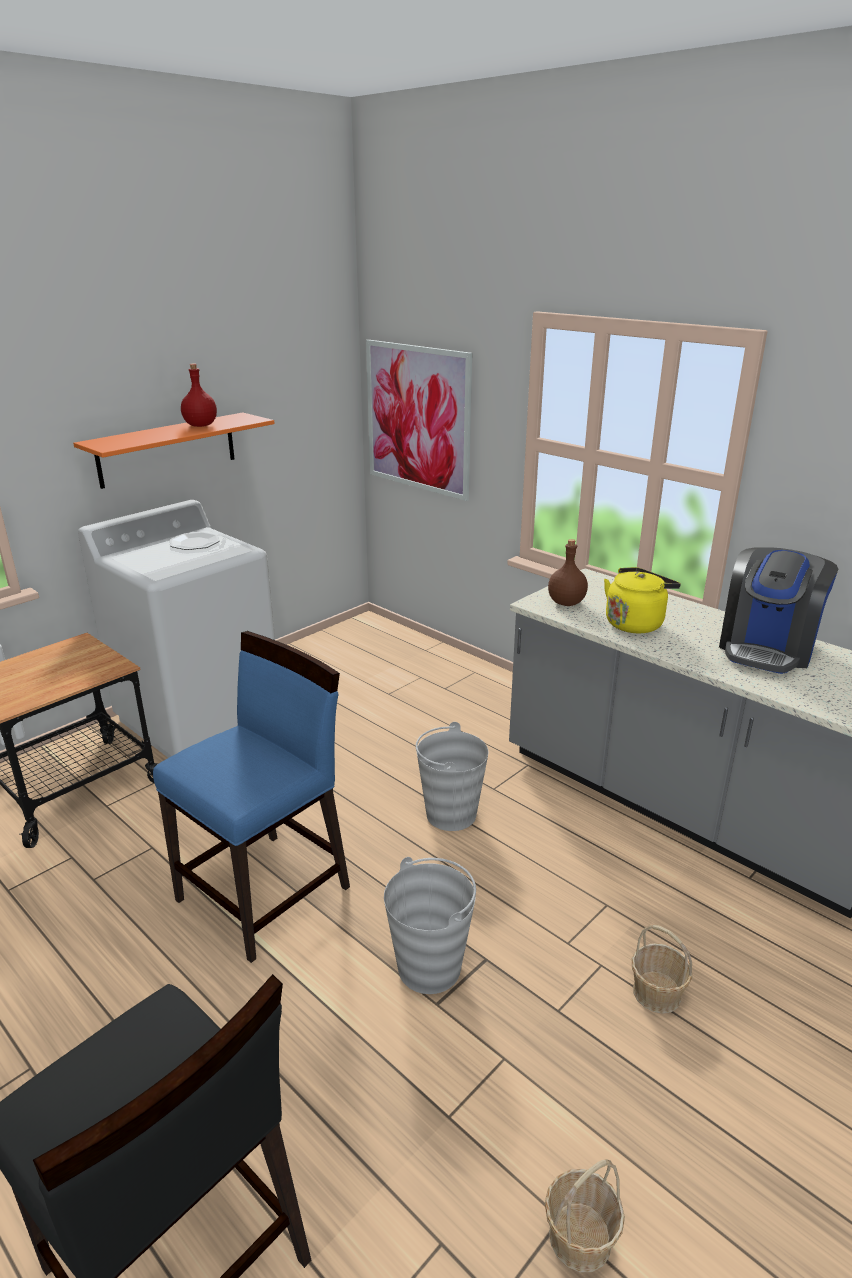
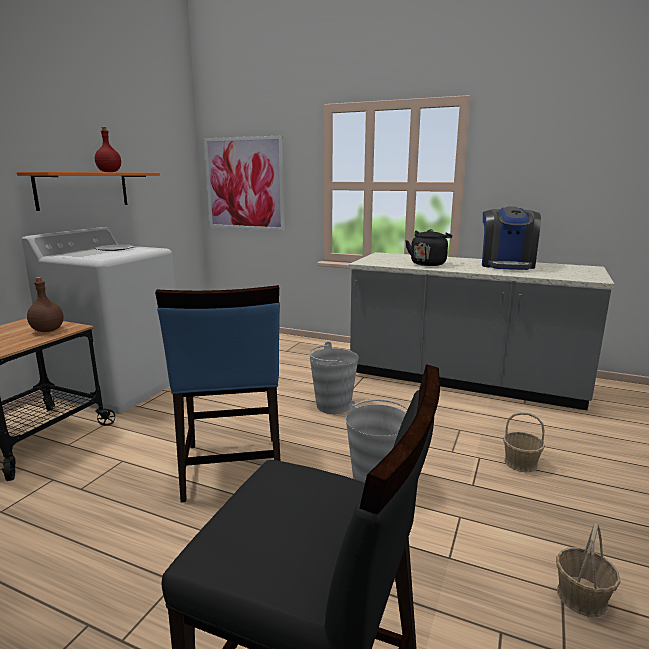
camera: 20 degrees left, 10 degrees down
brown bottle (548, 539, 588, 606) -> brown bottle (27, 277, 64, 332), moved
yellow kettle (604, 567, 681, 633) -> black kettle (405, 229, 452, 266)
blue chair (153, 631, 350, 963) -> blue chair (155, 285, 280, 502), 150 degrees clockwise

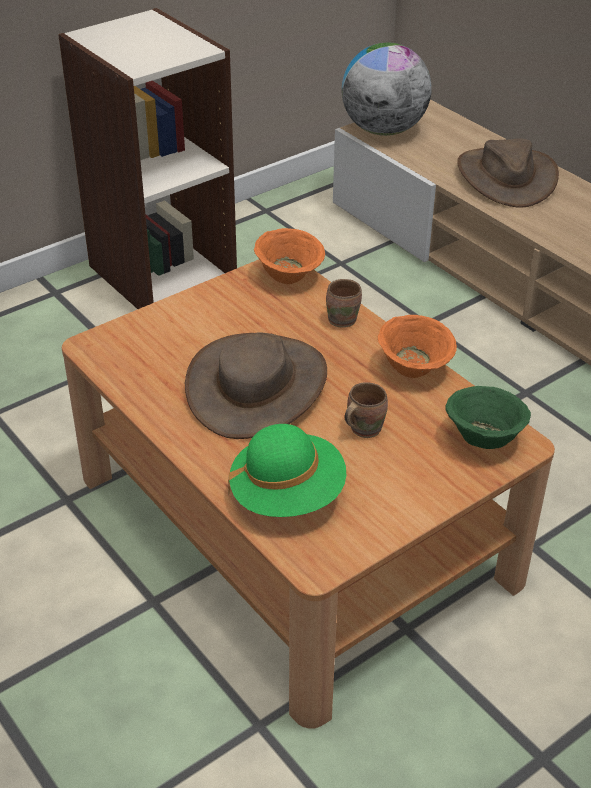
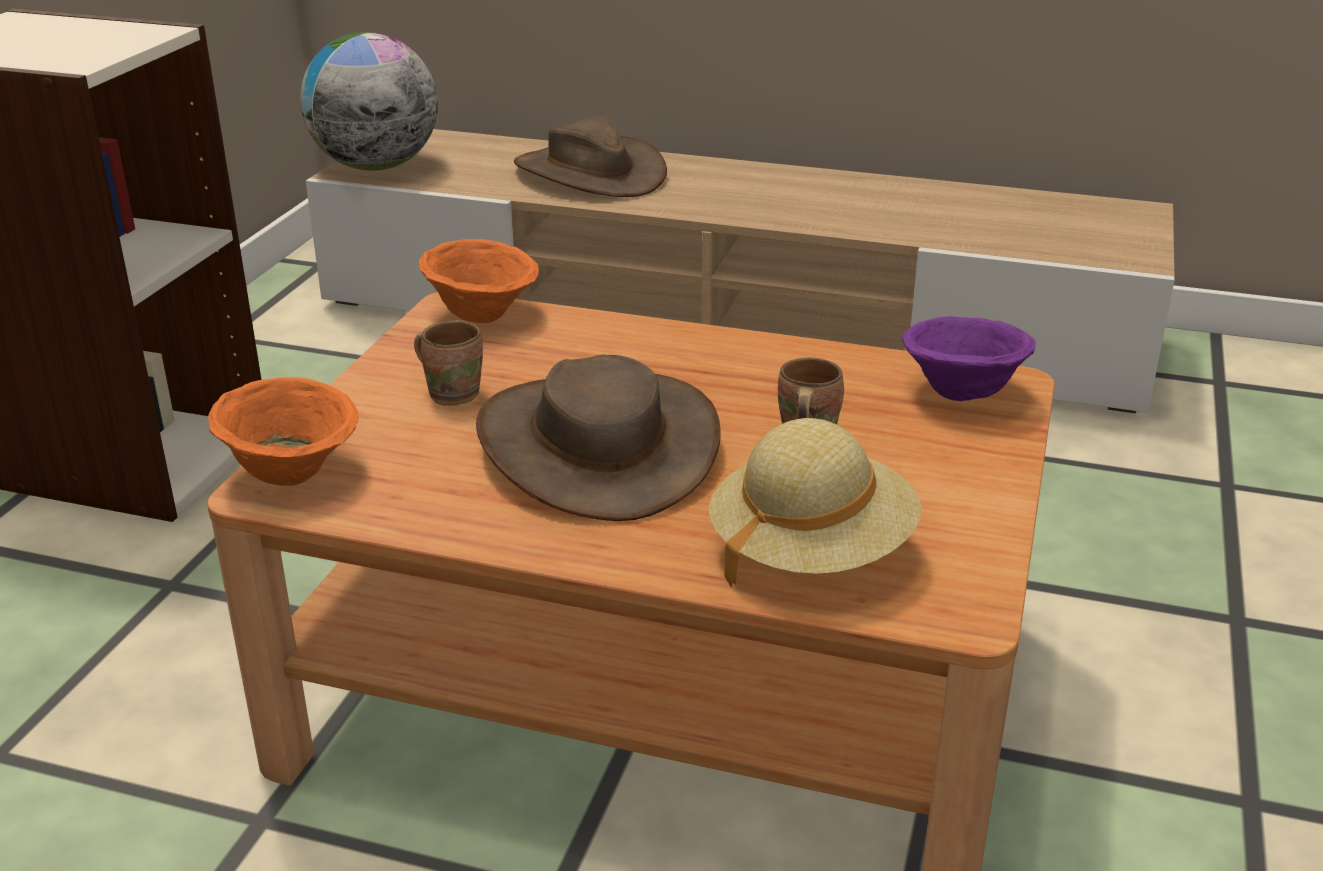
camera: 35 degrees left, 10 degrees down
brown mug (326, 279, 362, 328) -> brown mug (414, 320, 483, 406), moved
orange bowl (378, 315, 457, 378) -> orange bowl (208, 377, 359, 486), moved
green bowl (446, 386, 531, 449) -> purple bowl (902, 316, 1036, 401)
green hat (228, 424, 346, 517) -> beige hat (708, 418, 921, 588)

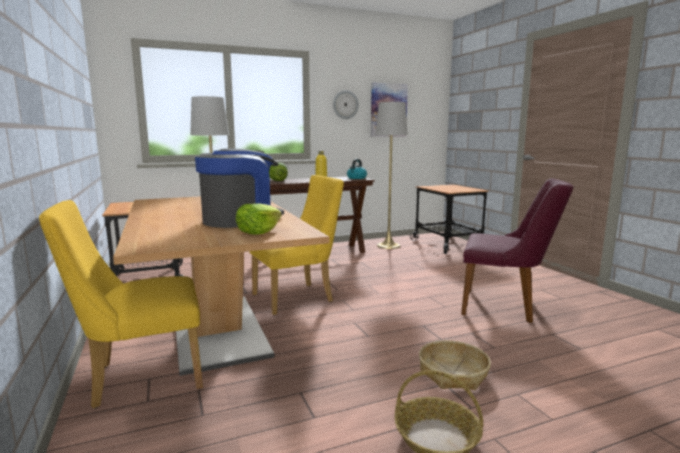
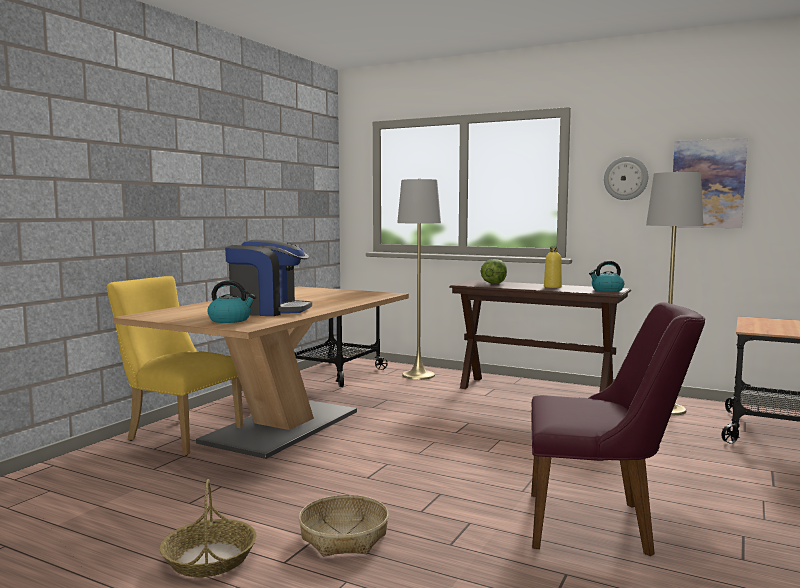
camera: 50 degrees right, 5 degrees down
yellow chair (249, 175, 344, 315) -> none
purple chair (461, 178, 574, 323) -> purple chair (531, 302, 705, 556), 60 degrees counterclockwise
lettuce (236, 203, 282, 235) -> kettle (207, 280, 256, 323)

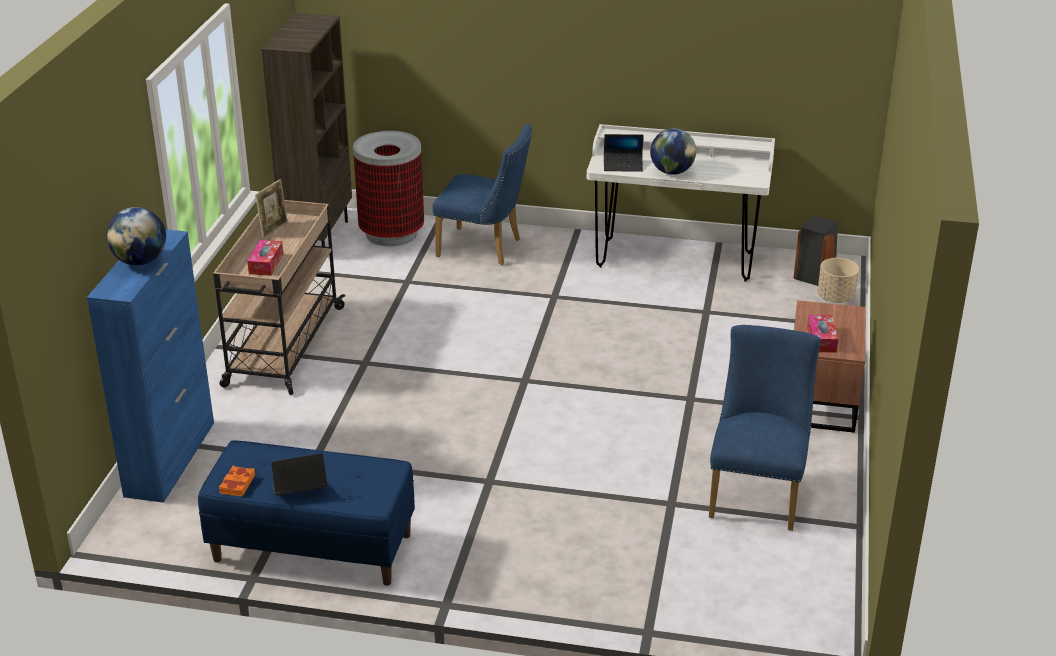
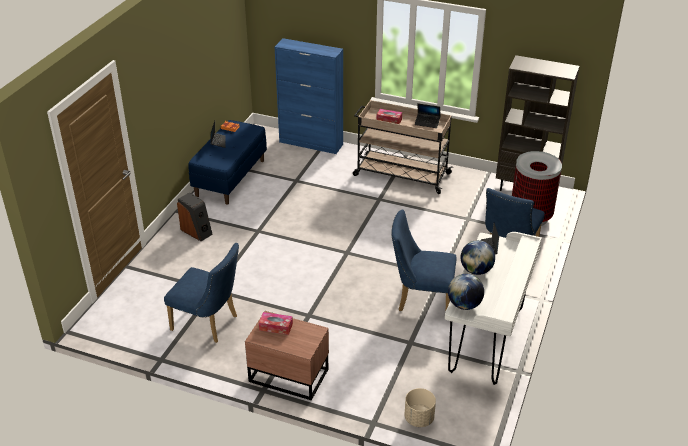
camera: 100 degrees right, 5 degrees up
picture frame (255, 179, 288, 239) -> laptop (415, 103, 440, 128)
globe (106, 207, 166, 265) -> globe (448, 274, 484, 310), moved
speaker (793, 215, 838, 286) -> speaker (177, 192, 213, 241), moved
none -> blue chair (391, 209, 457, 311)

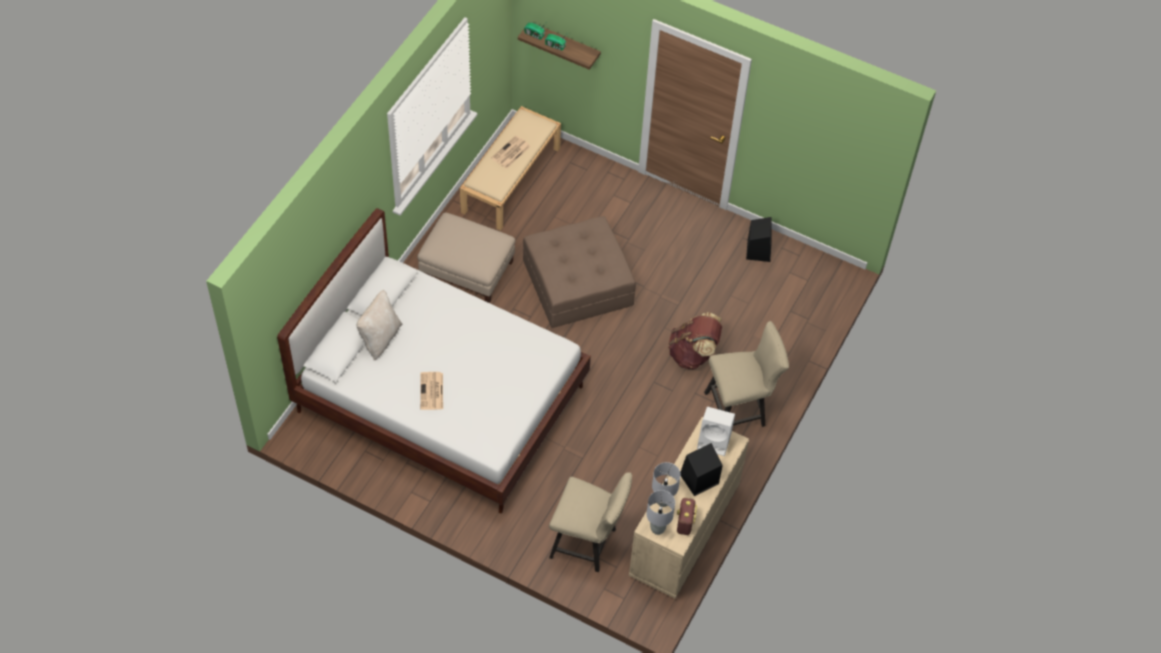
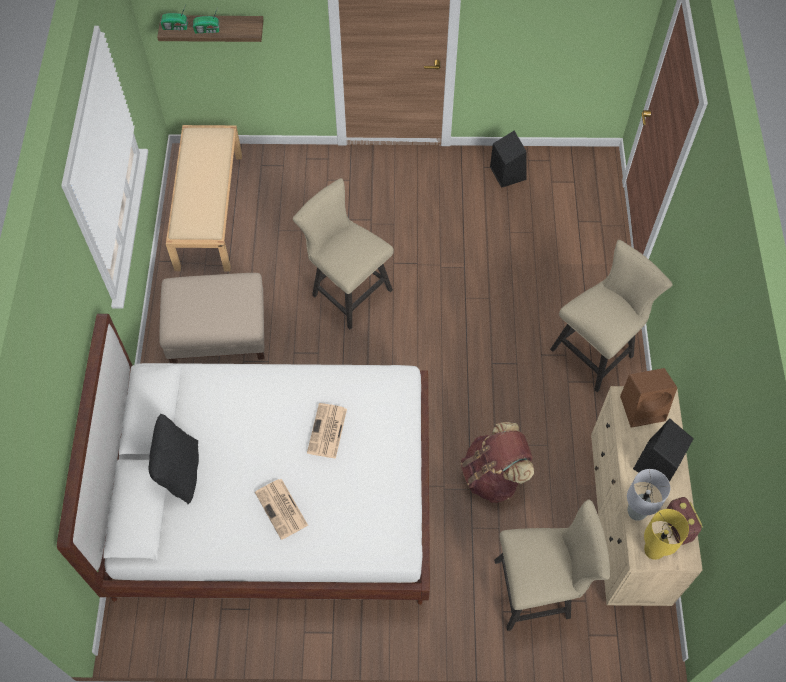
camera: 25 degrees left, 5 degrees up
newspaper (491, 135, 531, 169) -> newspaper (307, 403, 347, 459), moved
brown ottoman (523, 216, 636, 328) -> beige chair (293, 178, 394, 329)
beige pillow (357, 290, 403, 360) -> black pillow (149, 414, 199, 504)
brown backpack (668, 312, 722, 369) -> brown backpack (461, 422, 534, 503), moved
white speaker (697, 407, 735, 456) -> brown speaker (620, 368, 677, 428)
grey table lamp (646, 490, 675, 535) -> yellow table lamp (644, 509, 689, 560)

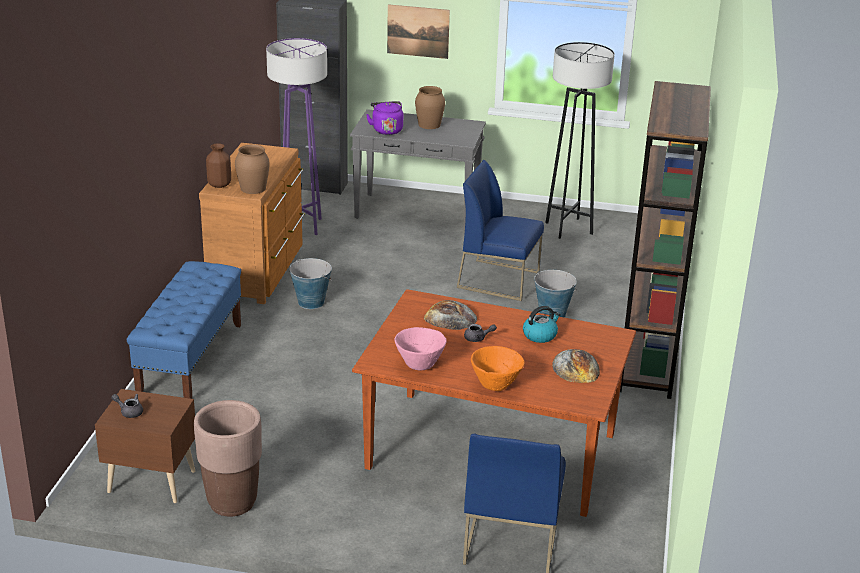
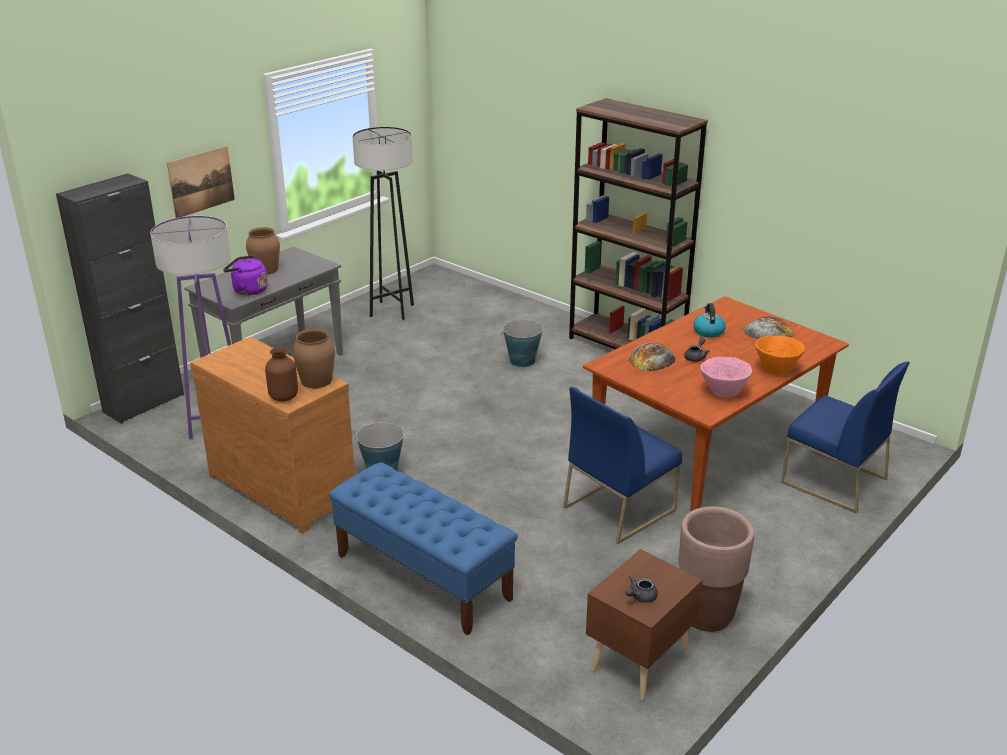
camera: 60 degrees left, 0 degrees up
blue chair (457, 160, 544, 301) -> blue chair (563, 387, 682, 544), moved

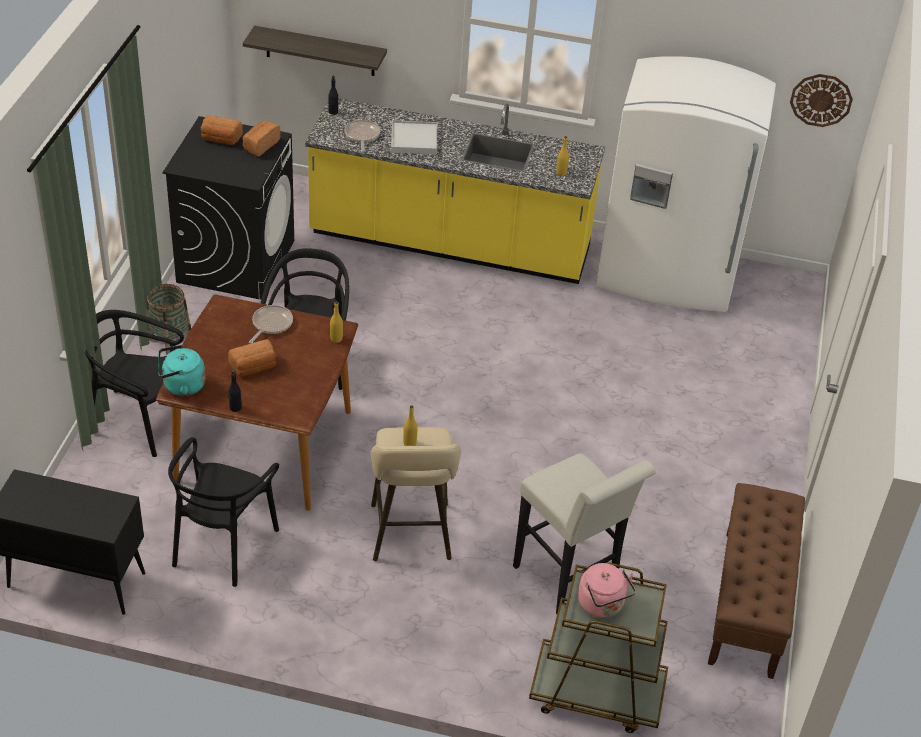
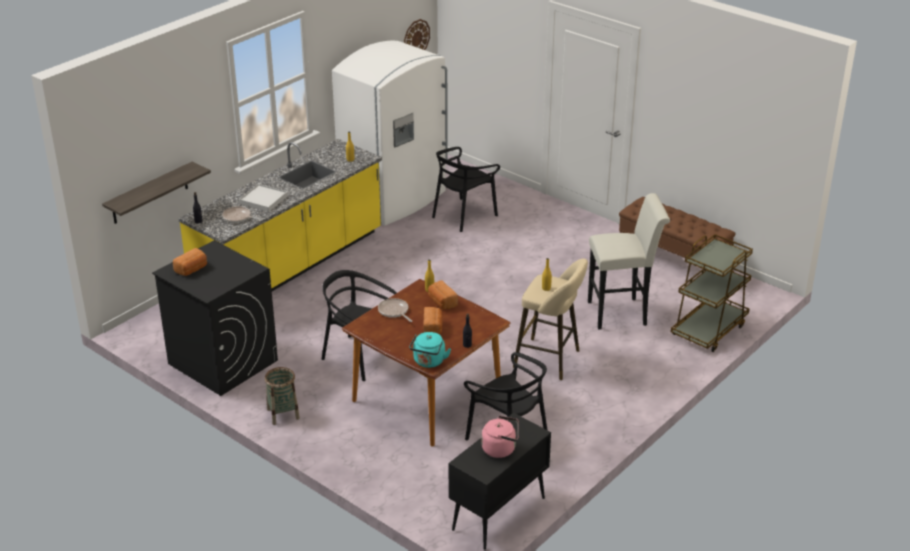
camera: 60 degrees left, 10 degrees down
bread (242, 121, 281, 157) -> bread (428, 280, 458, 309), moved
black chair (85, 310, 184, 457) -> black chair (432, 147, 500, 232), moved
pink kettle (578, 563, 636, 618) -> pink kettle (482, 416, 519, 458), moved

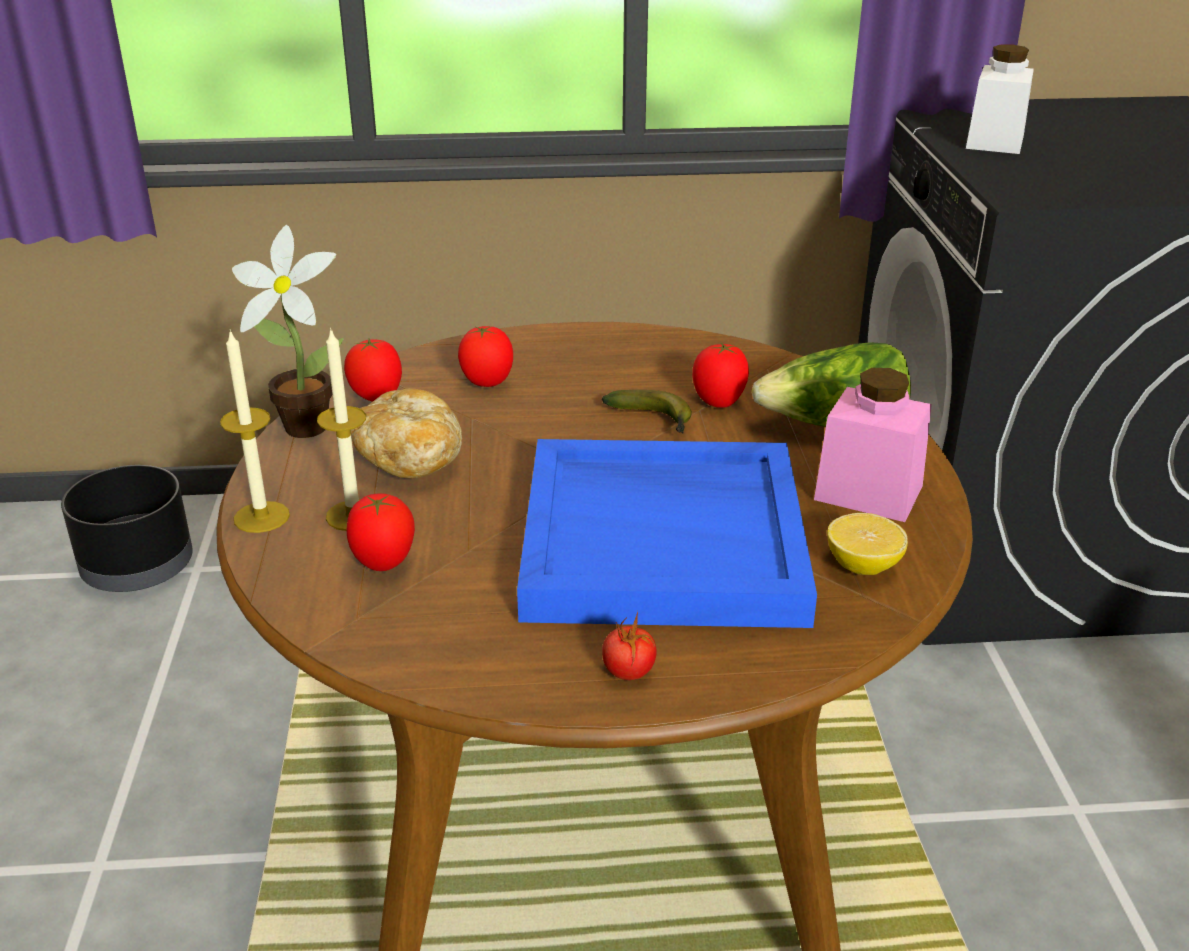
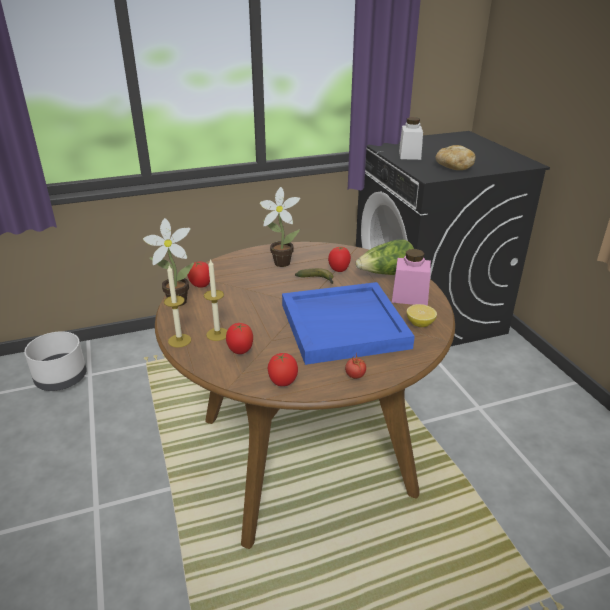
camera: 15 degrees left, 0 degrees up
tomato (458, 326, 513, 387) -> tomato (268, 353, 298, 386), moved
bread (351, 388, 462, 478) -> bread (436, 145, 476, 170), moved
black planter (61, 465, 193, 592) -> white planter (24, 331, 87, 391)
none -> potted plant (260, 187, 300, 267)

